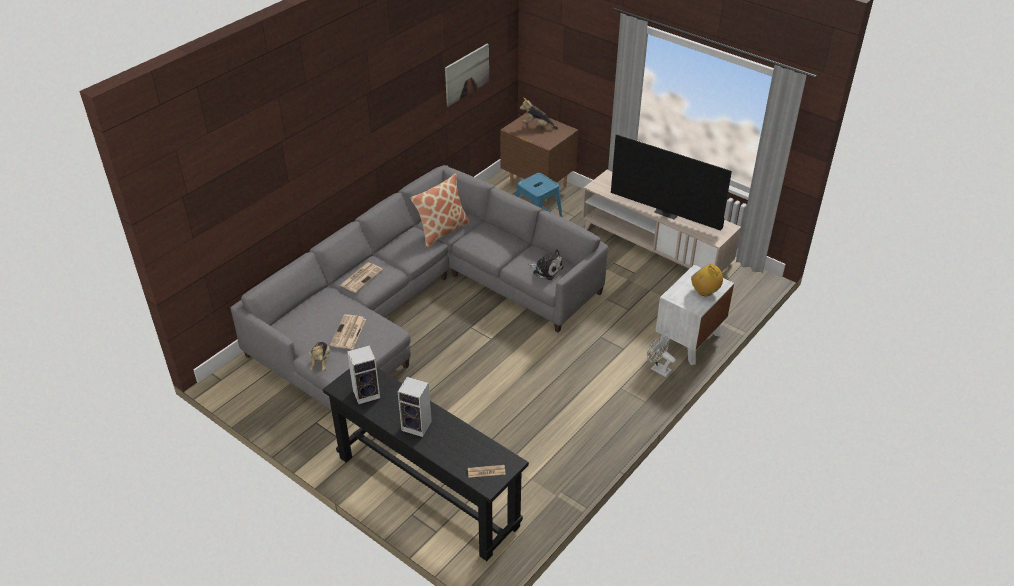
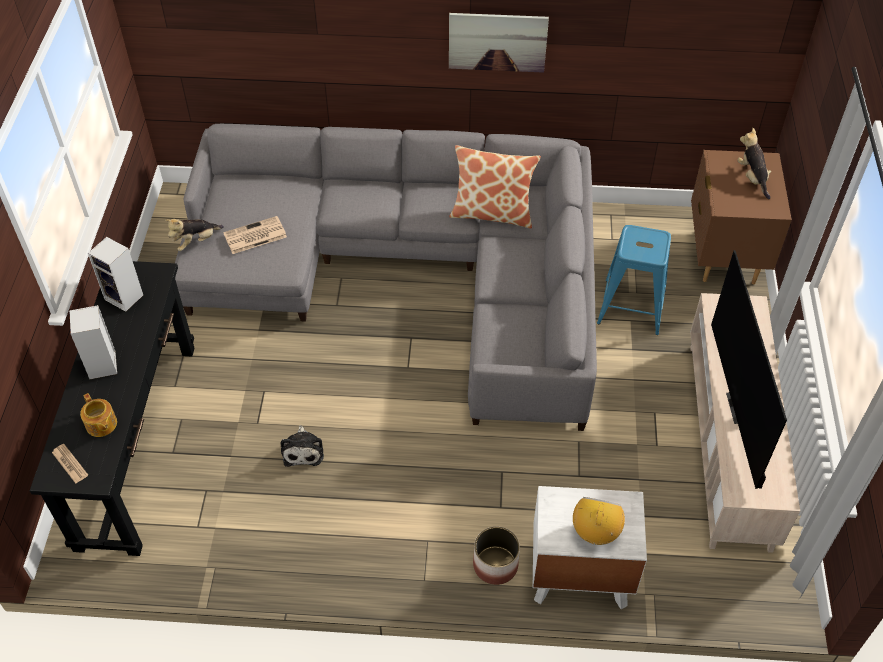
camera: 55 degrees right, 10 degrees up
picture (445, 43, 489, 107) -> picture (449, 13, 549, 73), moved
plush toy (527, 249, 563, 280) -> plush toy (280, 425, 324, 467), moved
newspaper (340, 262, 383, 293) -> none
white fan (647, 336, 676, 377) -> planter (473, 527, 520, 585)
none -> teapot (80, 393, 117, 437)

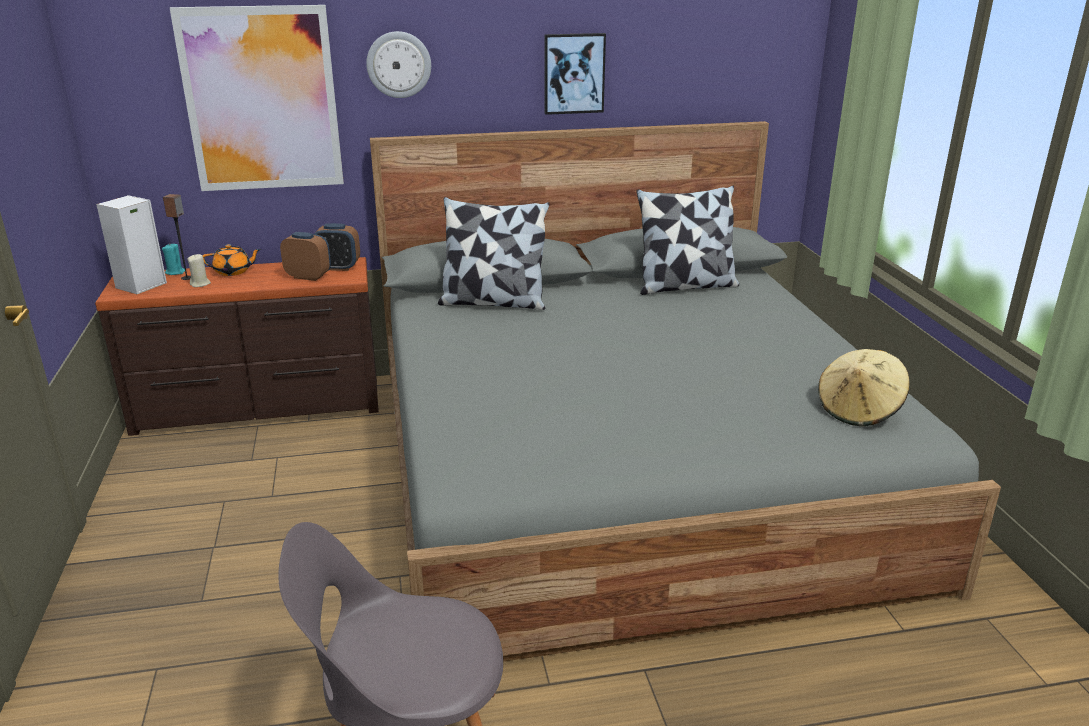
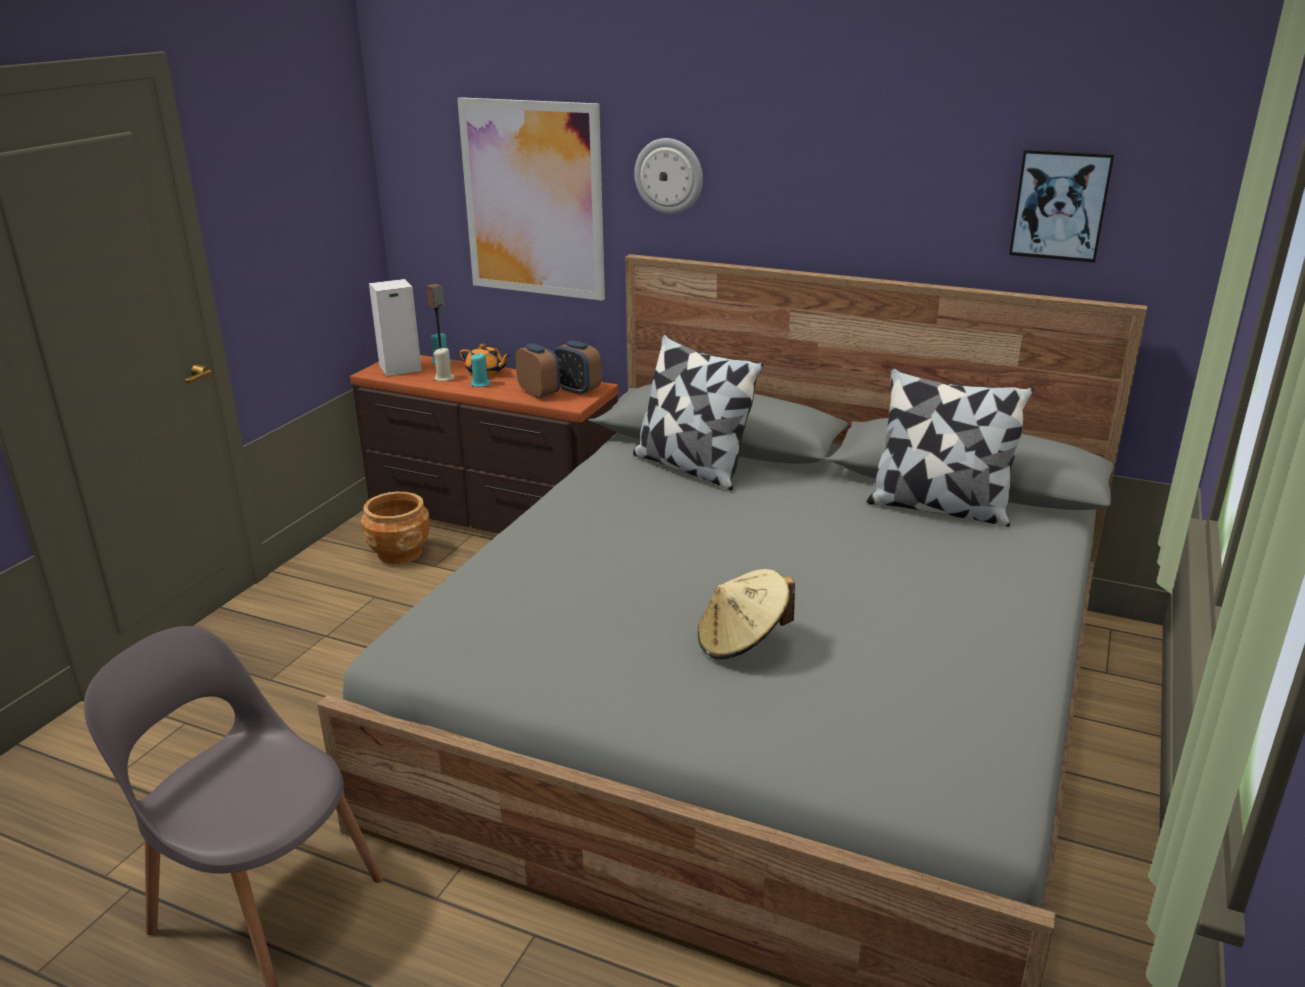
camera: 35 degrees right, 0 degrees up
picture (544, 33, 606, 115) -> picture (1009, 149, 1114, 263), moved
beige hat (818, 349, 910, 426) -> beige hat (698, 569, 795, 659), moved
none -> turquoise candle (470, 353, 491, 387)
none -> brown planter (361, 492, 430, 564)

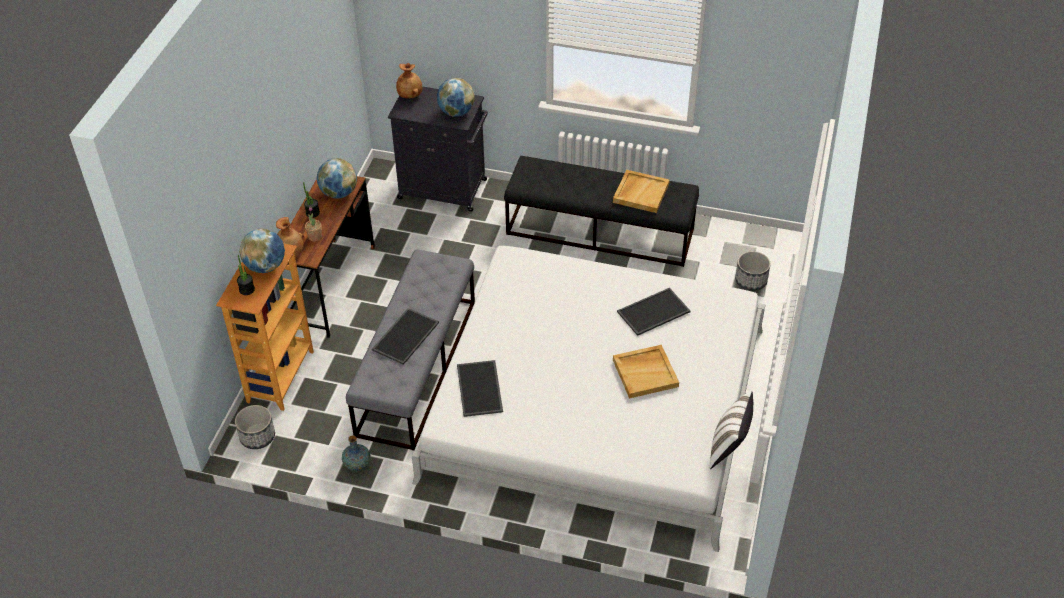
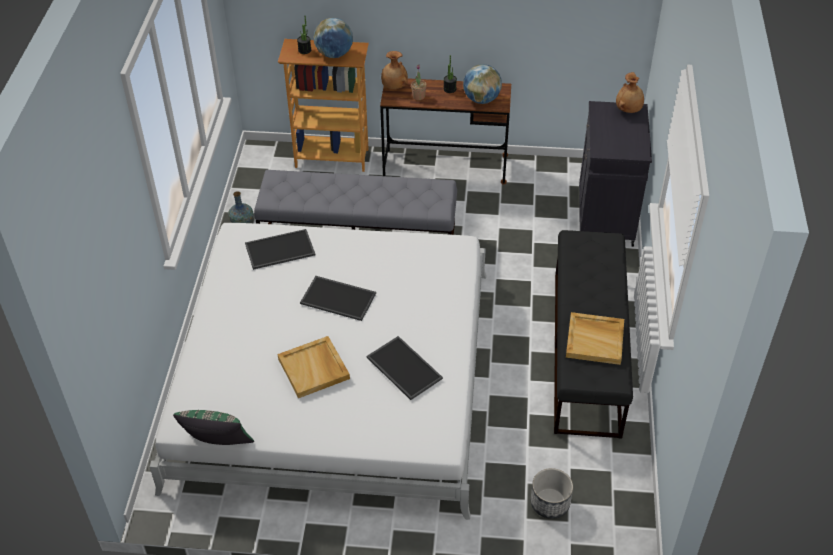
camera: 80 degrees right, 0 degrees up
globe (437, 78, 475, 117) -> none
tray (372, 308, 439, 365) -> tray (300, 276, 376, 321), moved
white pillow (710, 391, 753, 469) -> green pillow (173, 410, 254, 445)
planter (235, 405, 275, 449) -> none

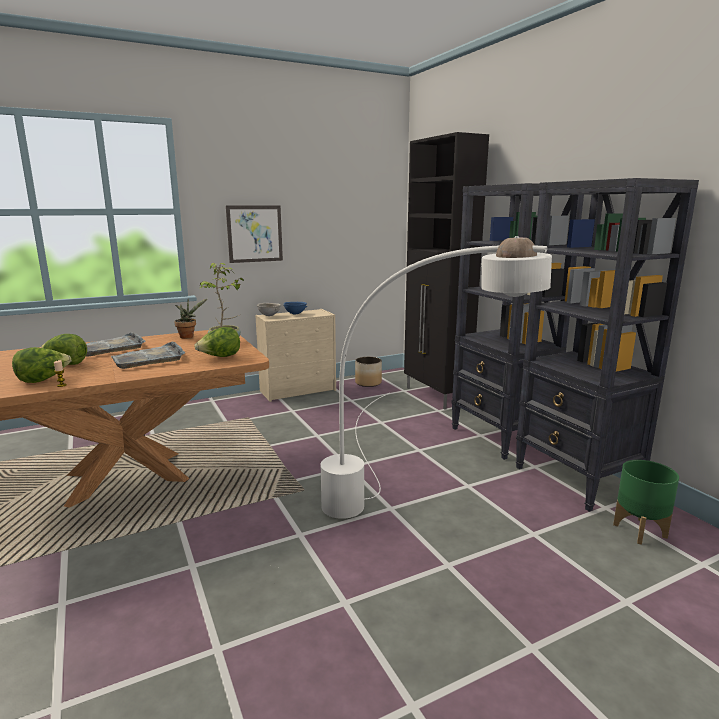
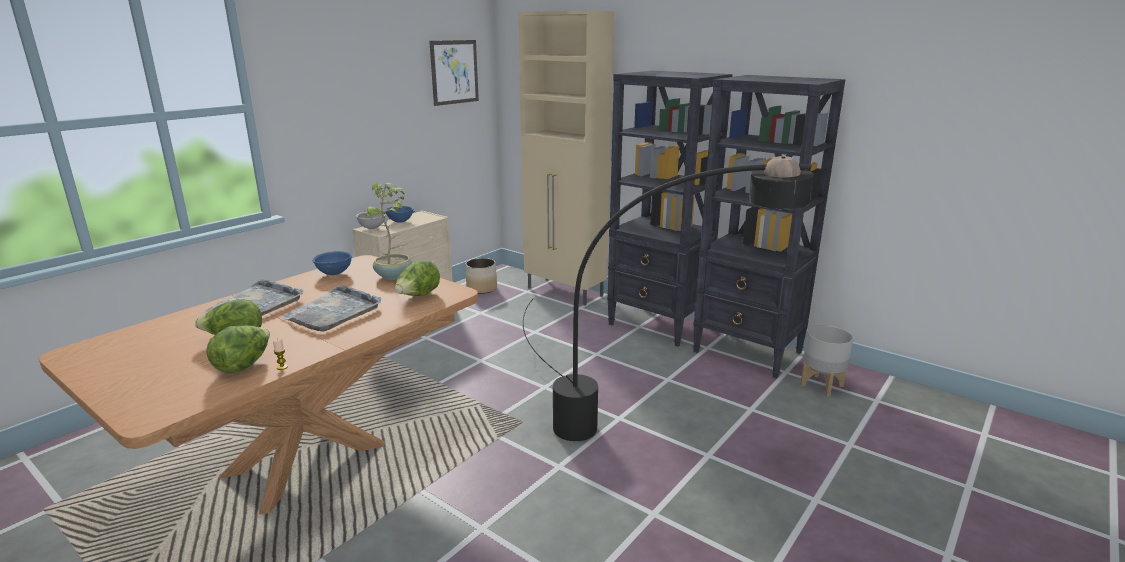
camera: 25 degrees left, 5 degrees up
black cabinet (404, 132, 489, 410) -> beige cabinet (518, 11, 614, 306)
picture (226, 206, 283, 263) -> picture (429, 40, 479, 106), moved
white floor lamp (321, 236, 552, 519) -> black floor lamp (523, 156, 814, 441)
potted plant (174, 298, 208, 339) -> blue bowl (312, 251, 352, 275)
green planter (613, 460, 679, 545) -> grey planter (800, 325, 853, 397)

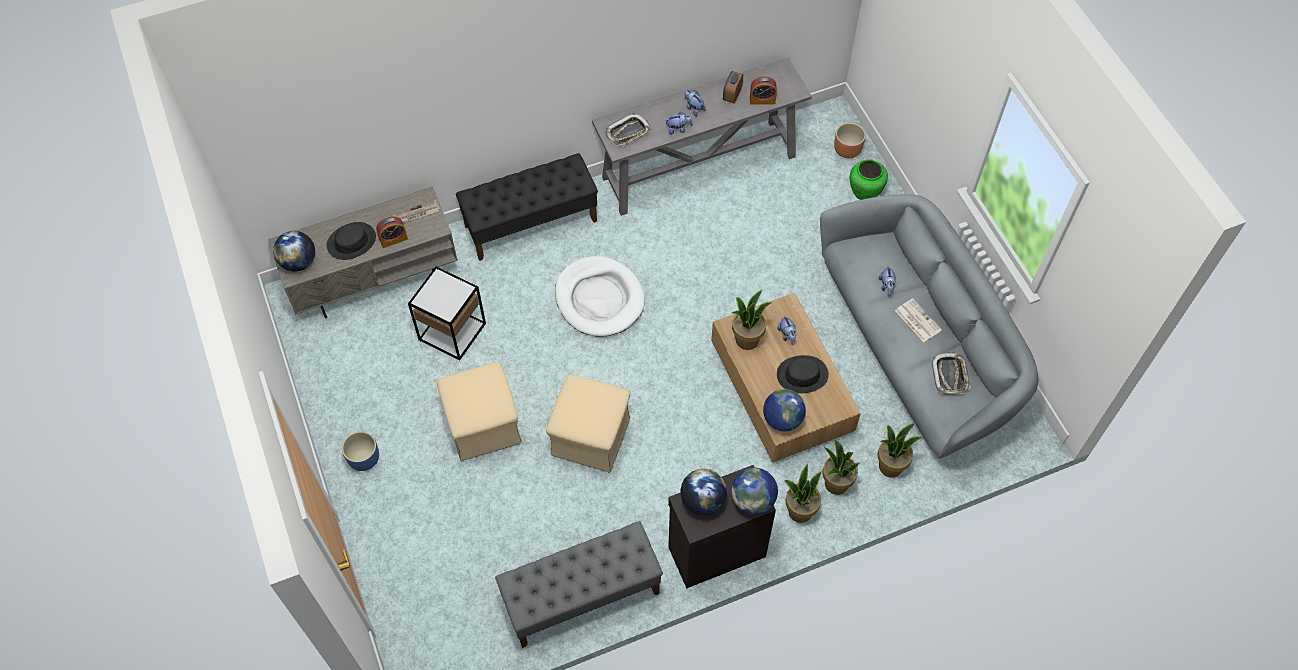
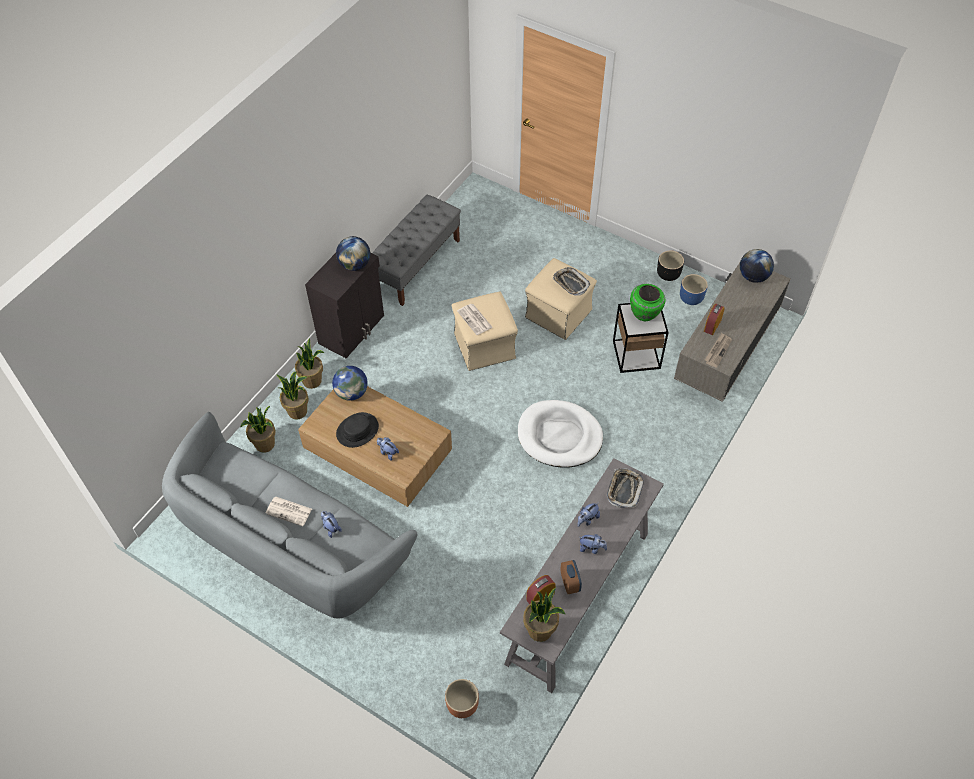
camera: 145 degrees right, 5 degrees down
black bench (456, 153, 598, 261) -> none
green vase (850, 160, 888, 200) -> green vase (630, 284, 665, 321), moved
black hat (327, 222, 376, 260) -> none
potted plant (732, 290, 772, 350) -> potted plant (523, 587, 565, 642), moved
tray (932, 352, 971, 395) -> tray (553, 267, 591, 296), moved
blue planter (342, 431, 379, 471) -> blue planter (680, 274, 708, 305), moved
globe (731, 468, 778, 515) -> none
none -> black planter (657, 251, 684, 281)
none -> newspaper (457, 304, 493, 335)

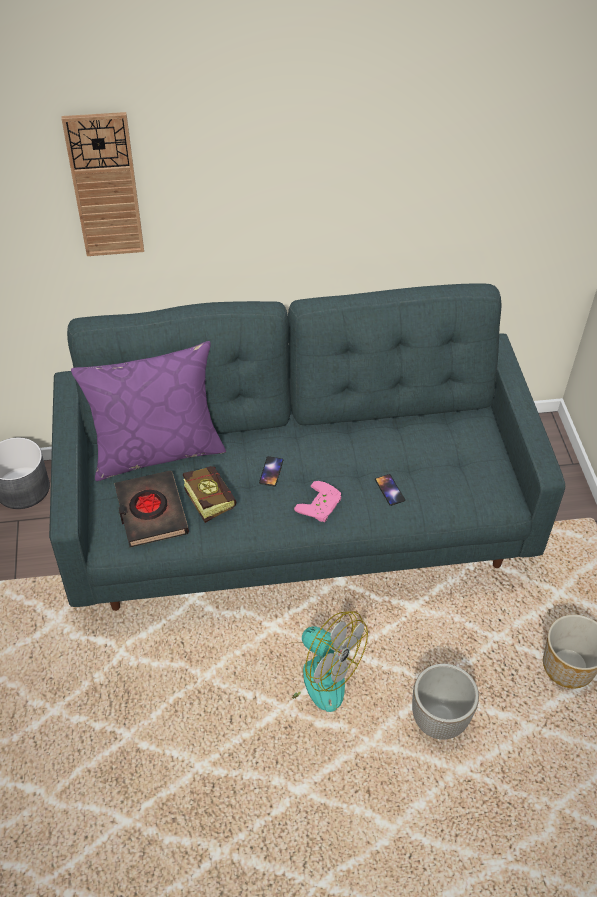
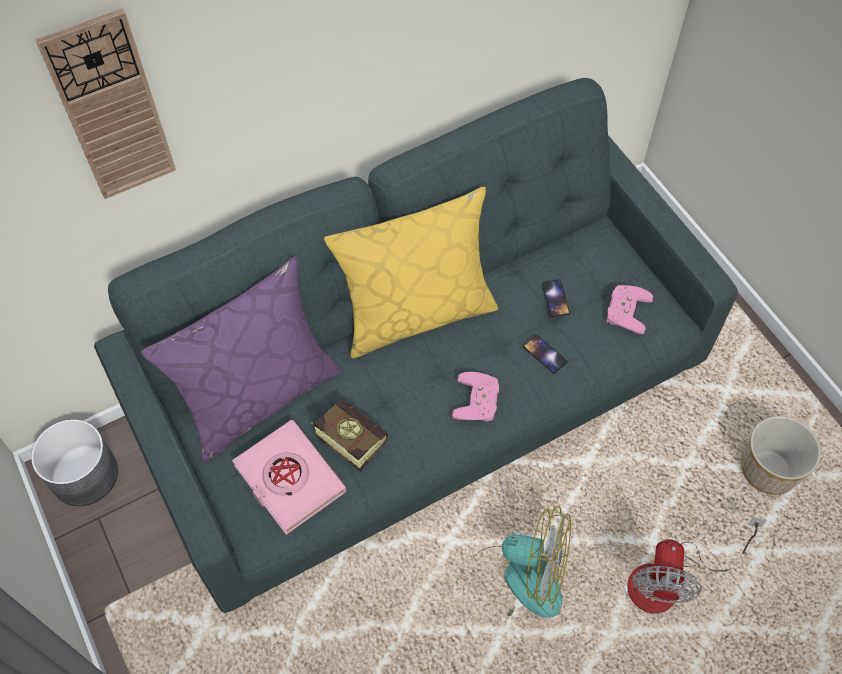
camera: 20 degrees left, 10 degrees up
phone (259, 456, 283, 487) -> phone (542, 280, 570, 317), moved
black book (114, 470, 189, 547) -> pink book (232, 420, 346, 535)
planter (412, 664, 479, 740) -> fan (627, 517, 767, 613)
none -> yellow pillow (324, 187, 499, 359)
none -> pink game controller (606, 285, 653, 334)

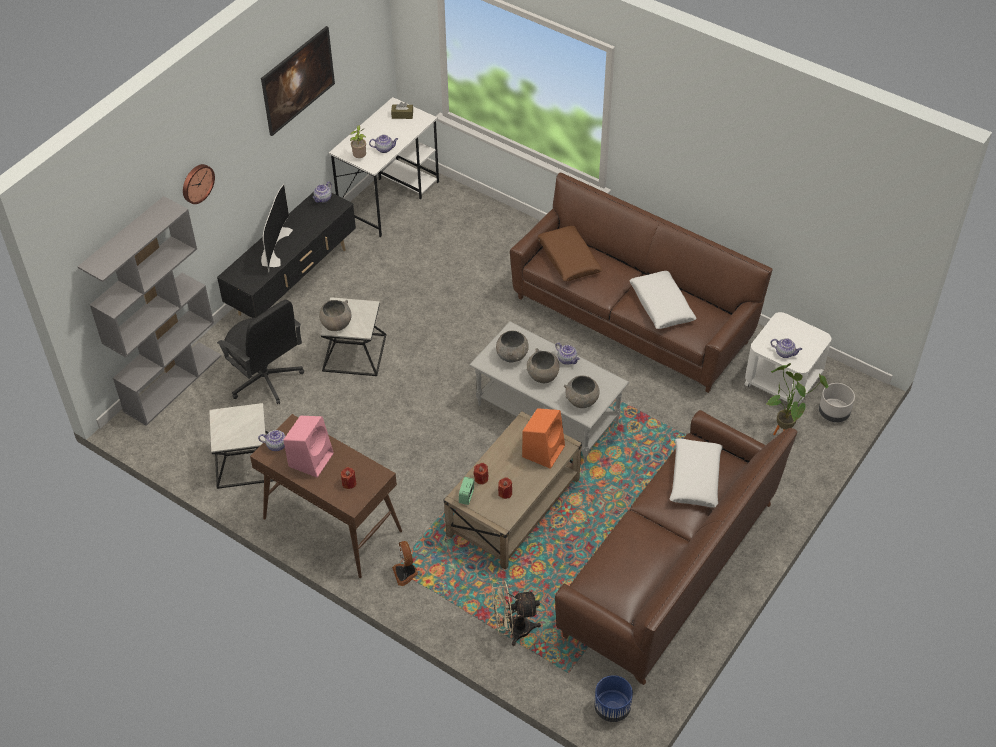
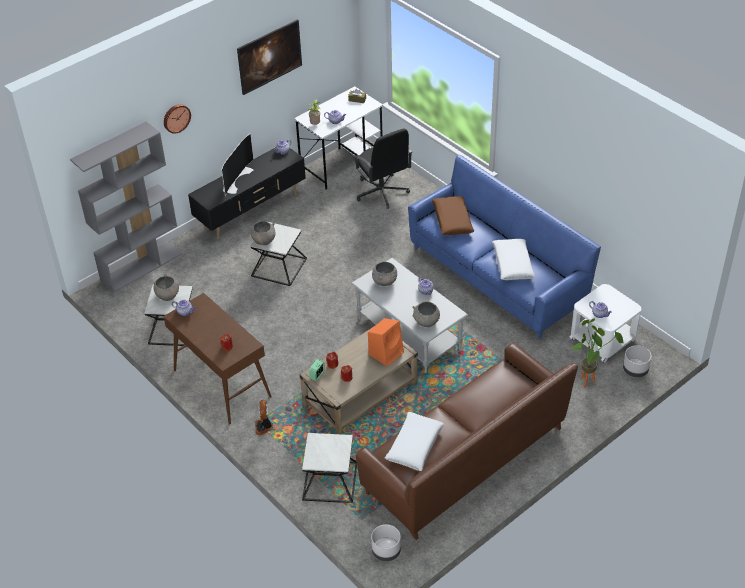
camera: 15 degrees right, 5 degrees down
brown sofa (510, 173, 773, 393) -> blue sofa (408, 155, 601, 339)
black office chair (217, 300, 304, 404) -> black office chair (353, 128, 412, 209), moved
grey bowl (527, 348, 559, 383) -> grey bowl (153, 274, 179, 301), moved
pink speaker (284, 416, 334, 478) -> none
white pillow (669, 438, 723, 508) -> white pillow (385, 412, 444, 471), moved
beige fan (492, 581, 541, 646) -> side table (302, 433, 357, 503)
blue planter (594, 675, 633, 722) -> grey planter (371, 524, 401, 561)

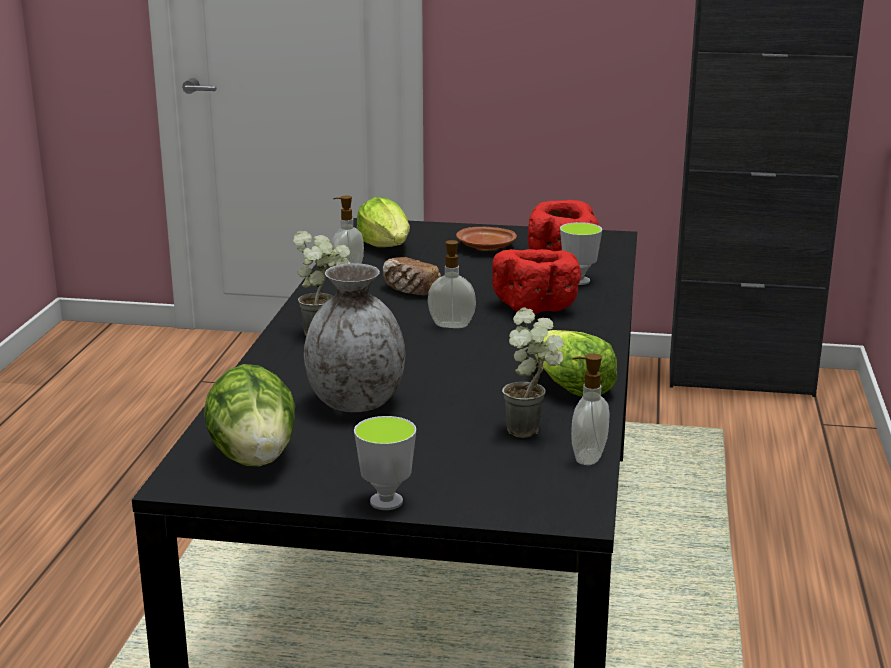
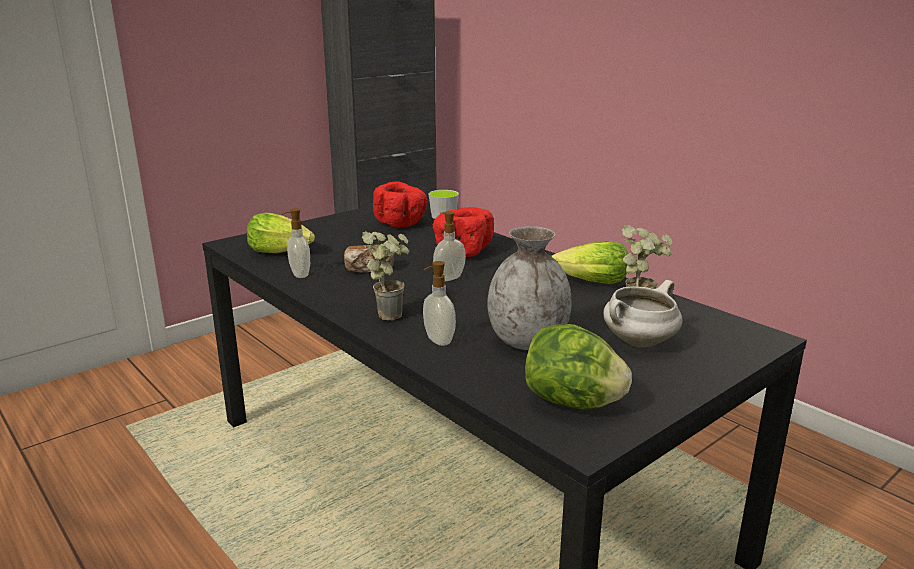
camera: 50 degrees left, 0 degrees up
brown plate (456, 227, 517, 251) -> none
soap dispenser (571, 353, 610, 465) -> soap dispenser (423, 261, 456, 346), moved
cup (354, 416, 416, 510) -> none
none -> white cooking pot (603, 280, 682, 347)

